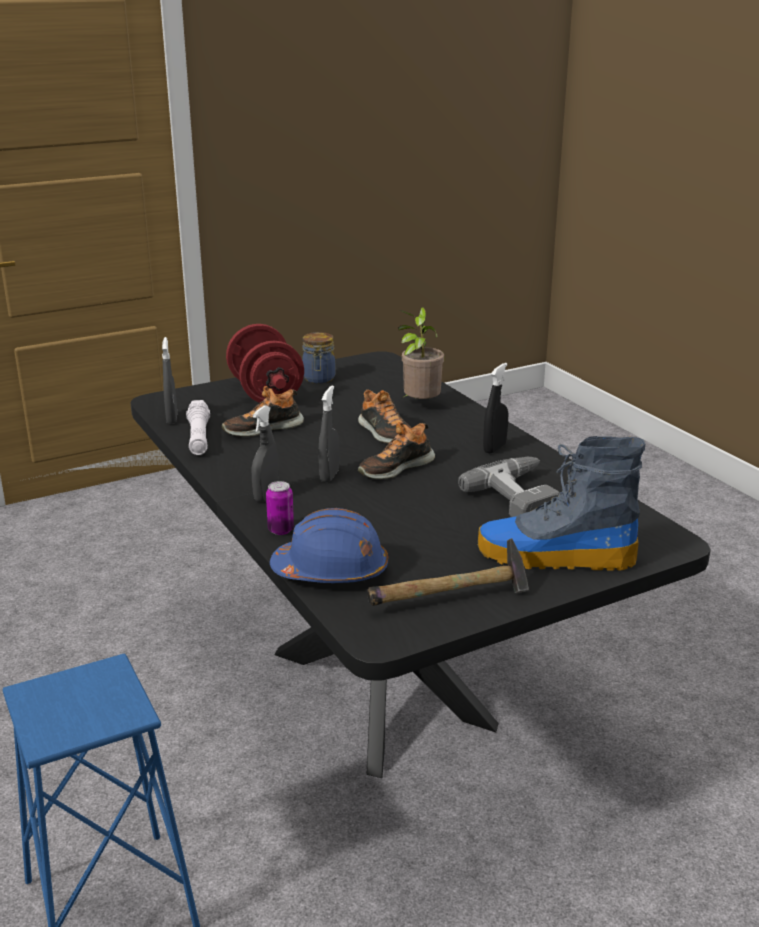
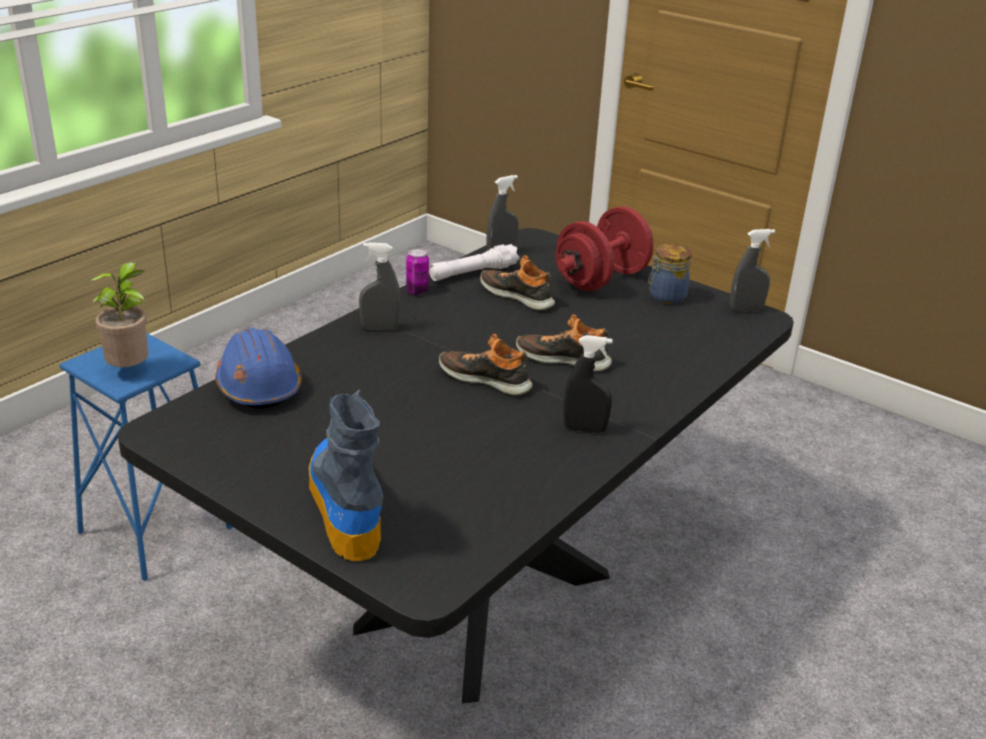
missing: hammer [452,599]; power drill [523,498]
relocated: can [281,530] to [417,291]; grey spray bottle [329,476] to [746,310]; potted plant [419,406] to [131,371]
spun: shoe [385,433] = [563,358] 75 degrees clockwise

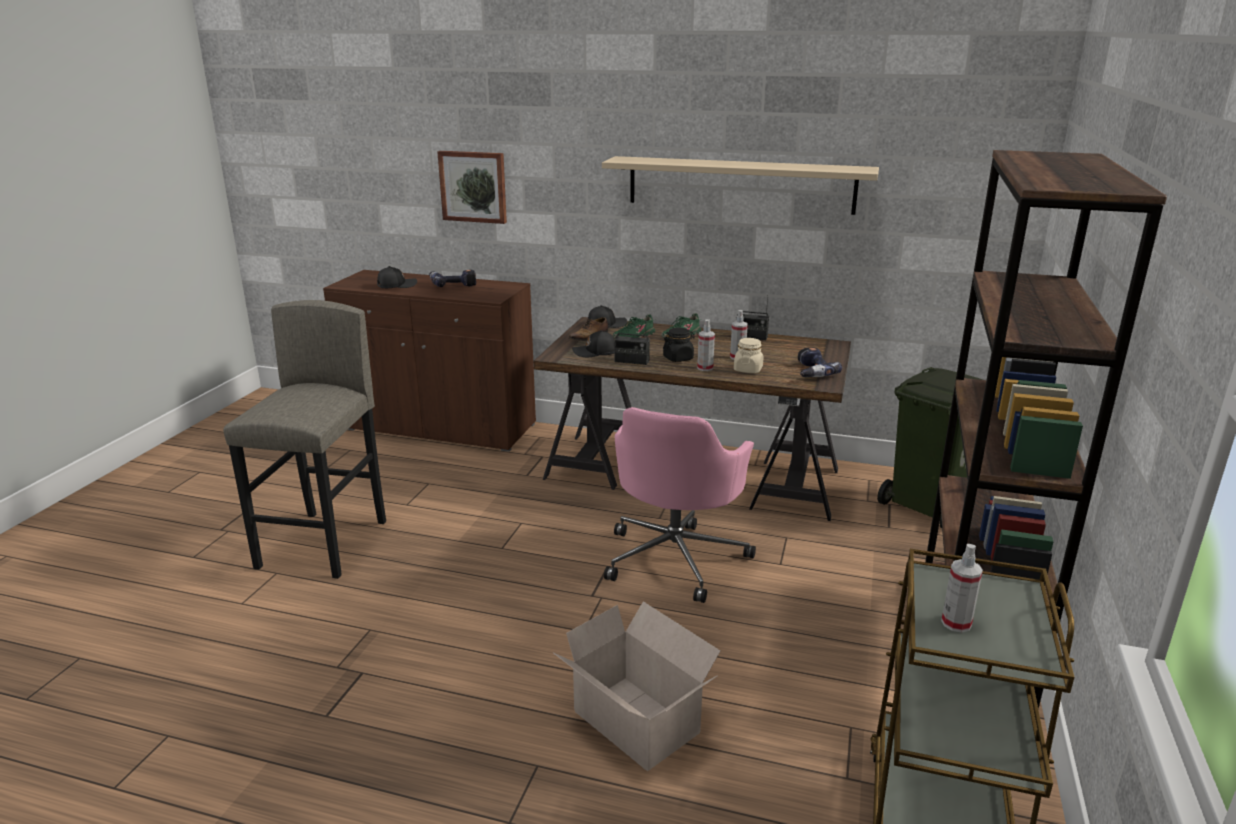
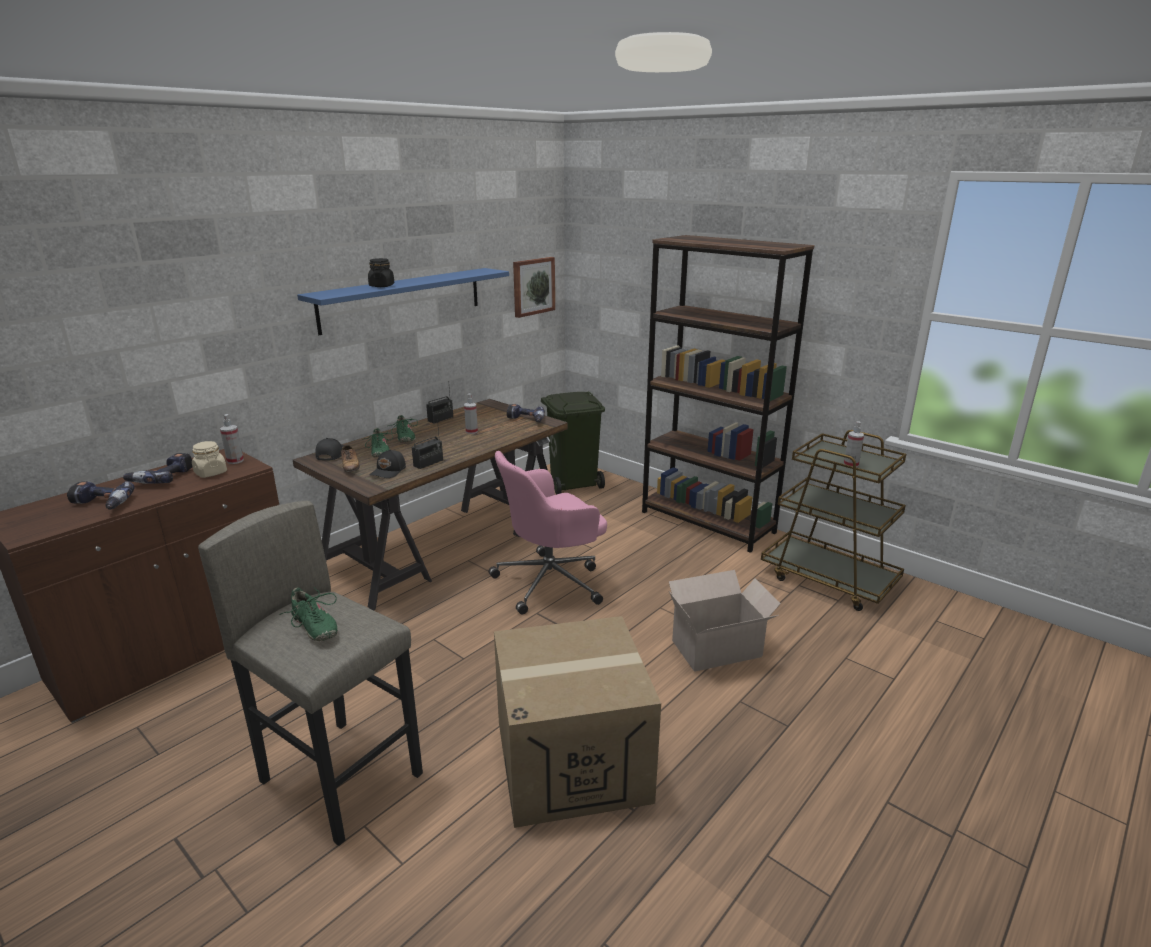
appeared: green shoe [314,627]; cardboard box [572,760]
relocated: picture [473,186] to [533,286]; black jar [678,358] to [381,286]; spray bottle [705,368] to [235,461]; beige jar [748,369] to [210,473]
exchanged: black cap [396,285] to power drill [100,505]
colour: beige shelf [740,185] to blue shelf [402,299]
spun: pink office chair [676,557] = [551,582] 105 degrees clockwise

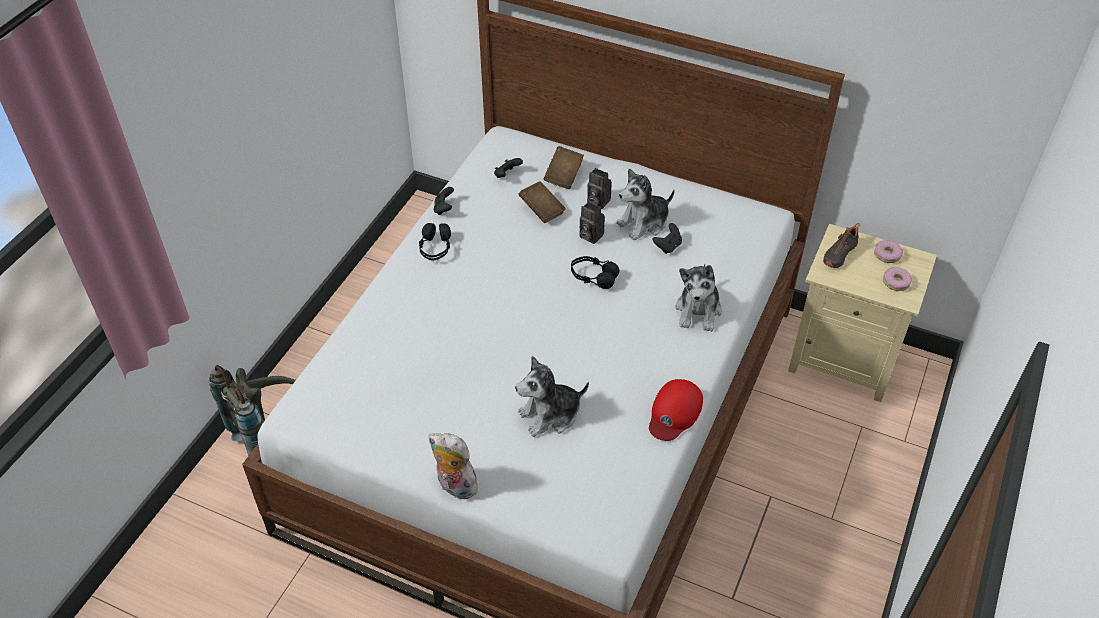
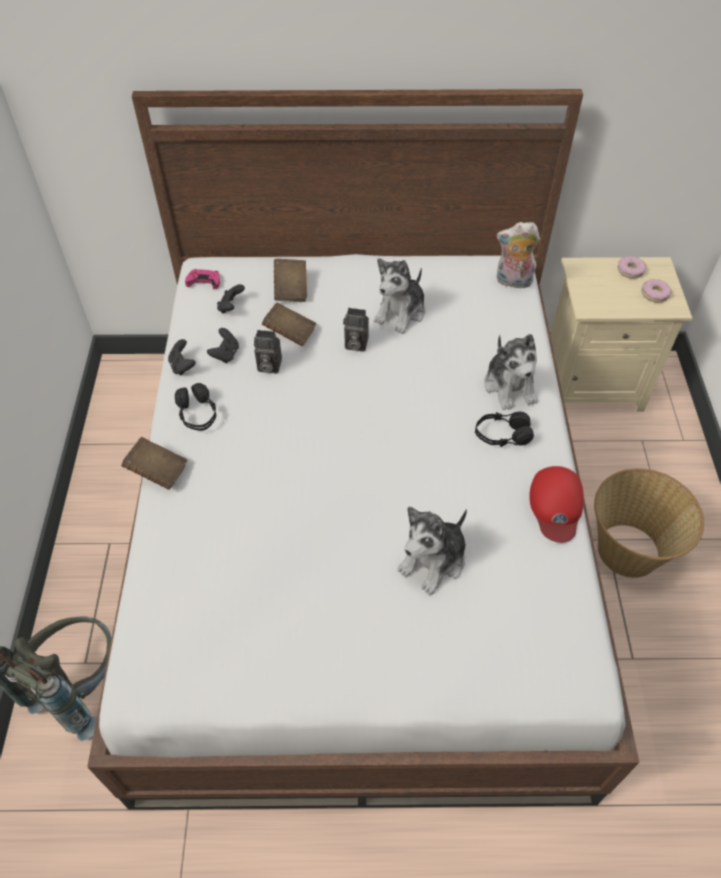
missing: black shoe [838,253]
appeared: brown book [157,472]; pink game controller [204,281]; basket [628,549]
relocated: plush toy [454,486] to [512,282]; black headphones [593,277] to [502,435]; photo camera [597,201] to [268,366]; black game controller [668,246] to [225,354]

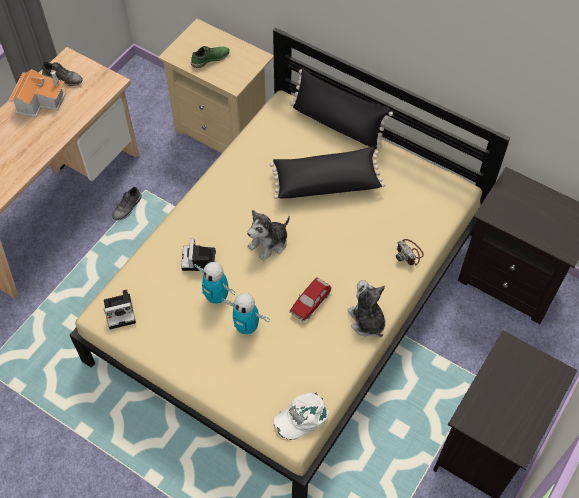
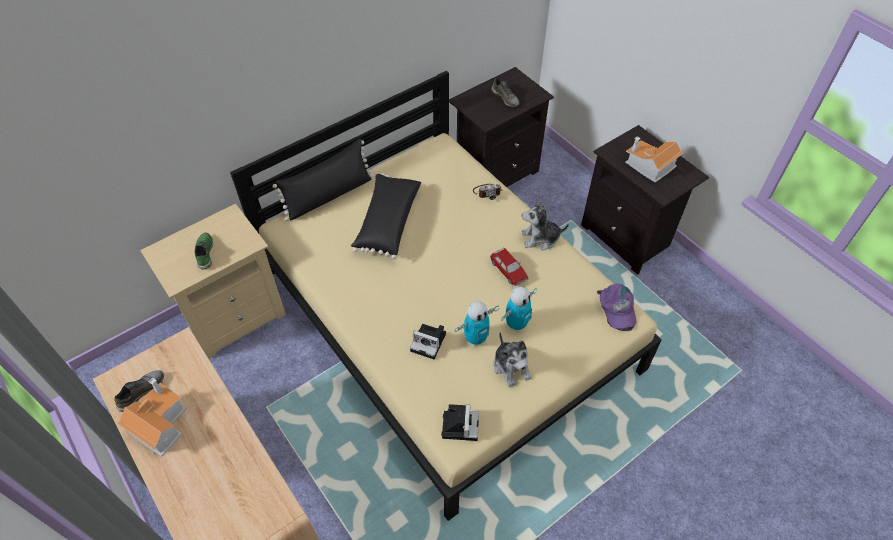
appeared: toy house [649,166]
relocated: grey shoe [128,208] to [505,98]; plush toy [269,243] to [511,366]
colour: white cap [302,417] to purple cap [617,309]

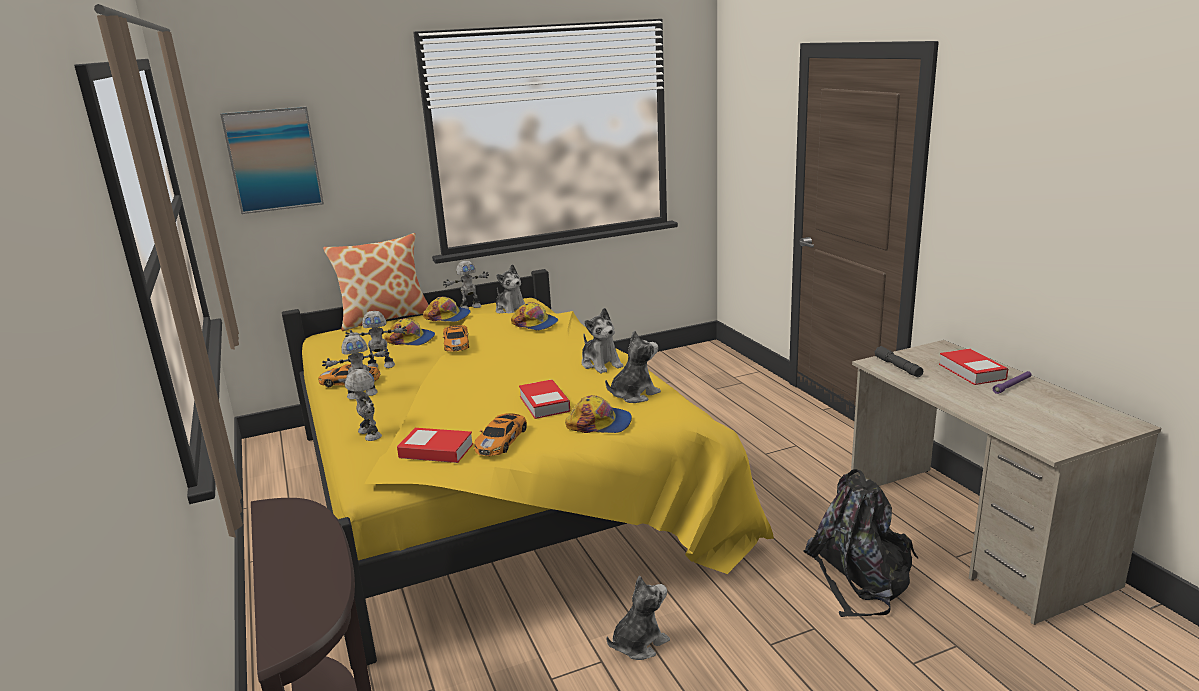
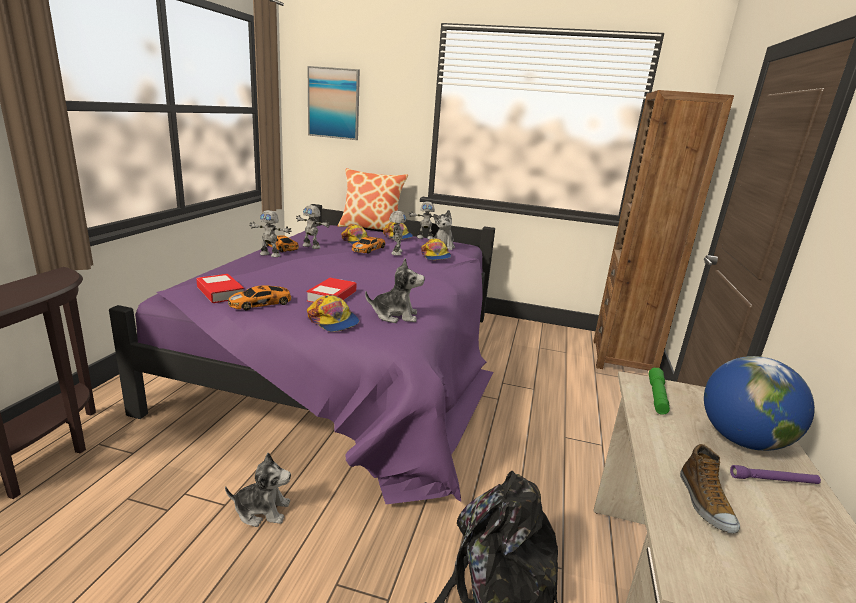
missing: plush toy [601,364]
appeared: brown bookcase [623,358]; shoe [704,503]
relocated: toy robot [368,434] to [396,252]
exchanged: book [971,371] to globe [742,441]
colour: yellow bed [499,488] to purple bed [353,363]; grey flashlight [898,367] to green flashlight [657,396]

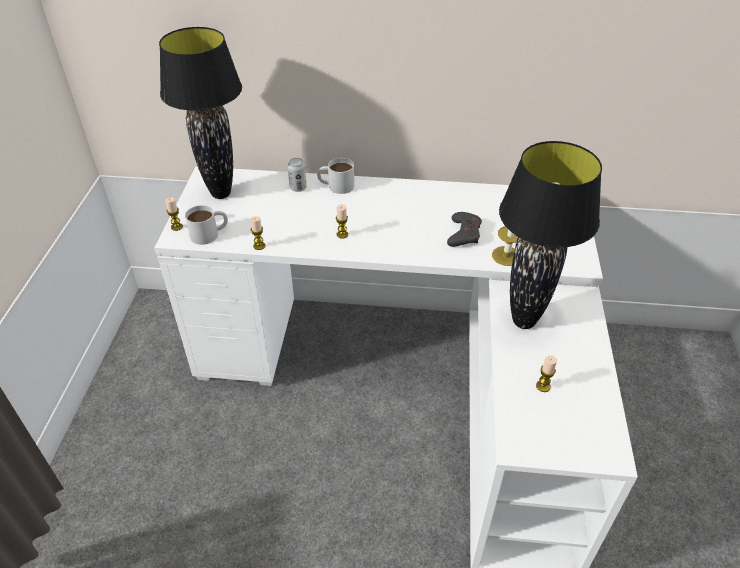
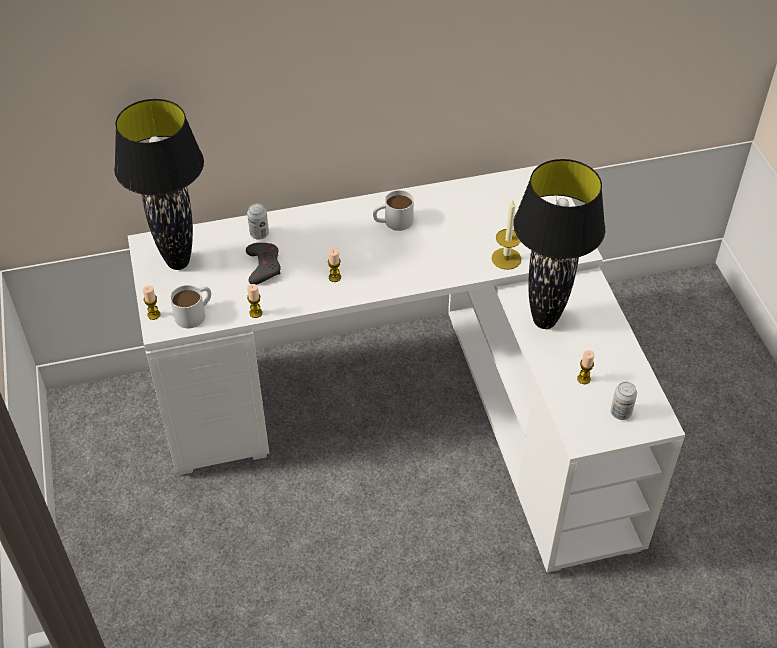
appeared: can [620,413]
relocated: white mug [336,185] to [393,221]; grey game controller [464,233] to [263,266]

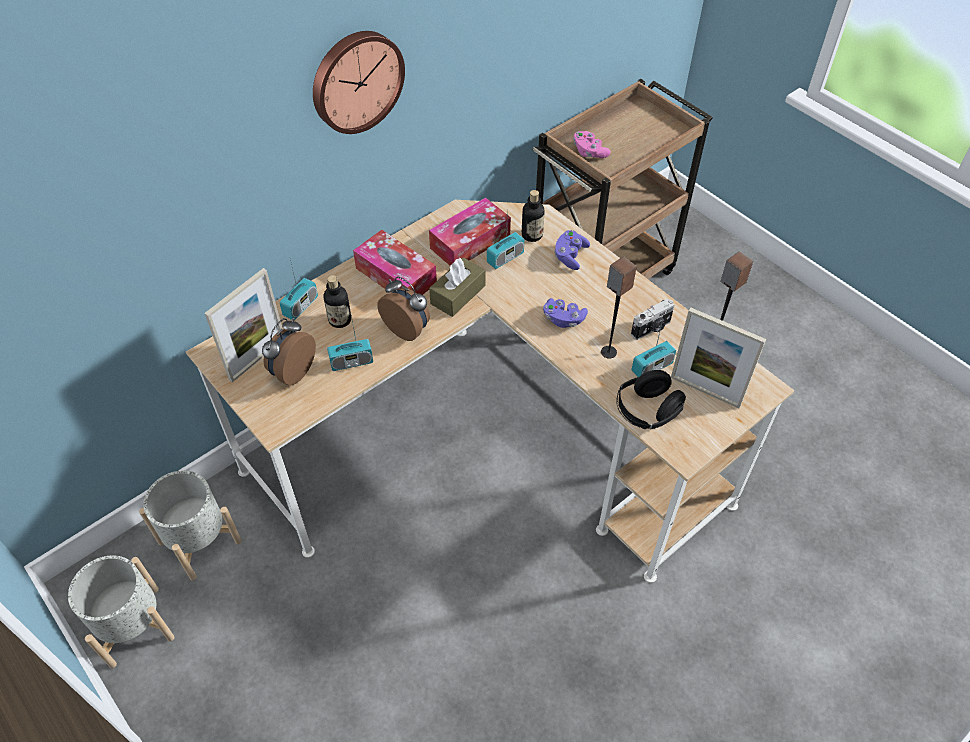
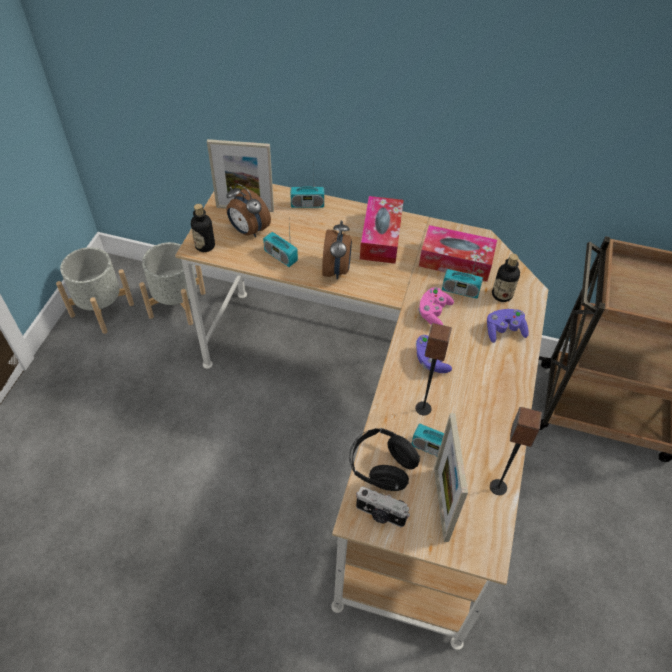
missing: wall clock [356,80]; brown tissue box [458,294]
relocated: bottle [340,320] to [205,246]; pink game controller [589,152] to [433,313]; photo camera [651,329] to [380,514]
spun: alarm clock [292,371] = [248,231] 135 degrees counterclockwise

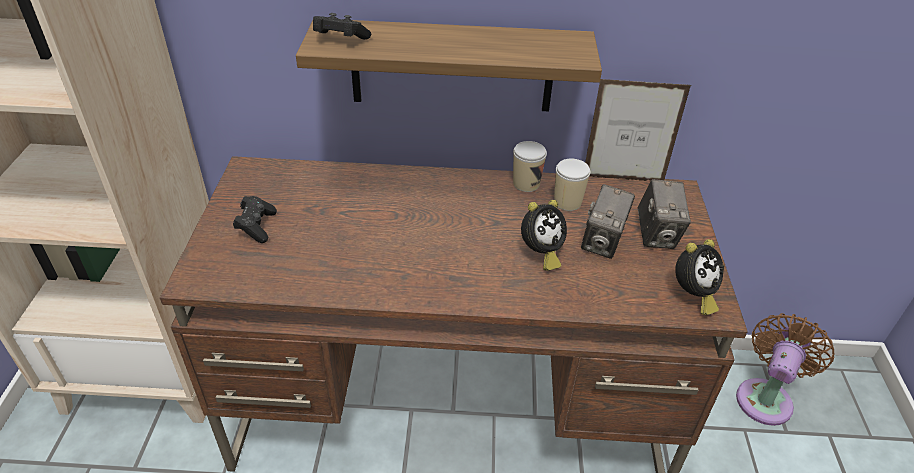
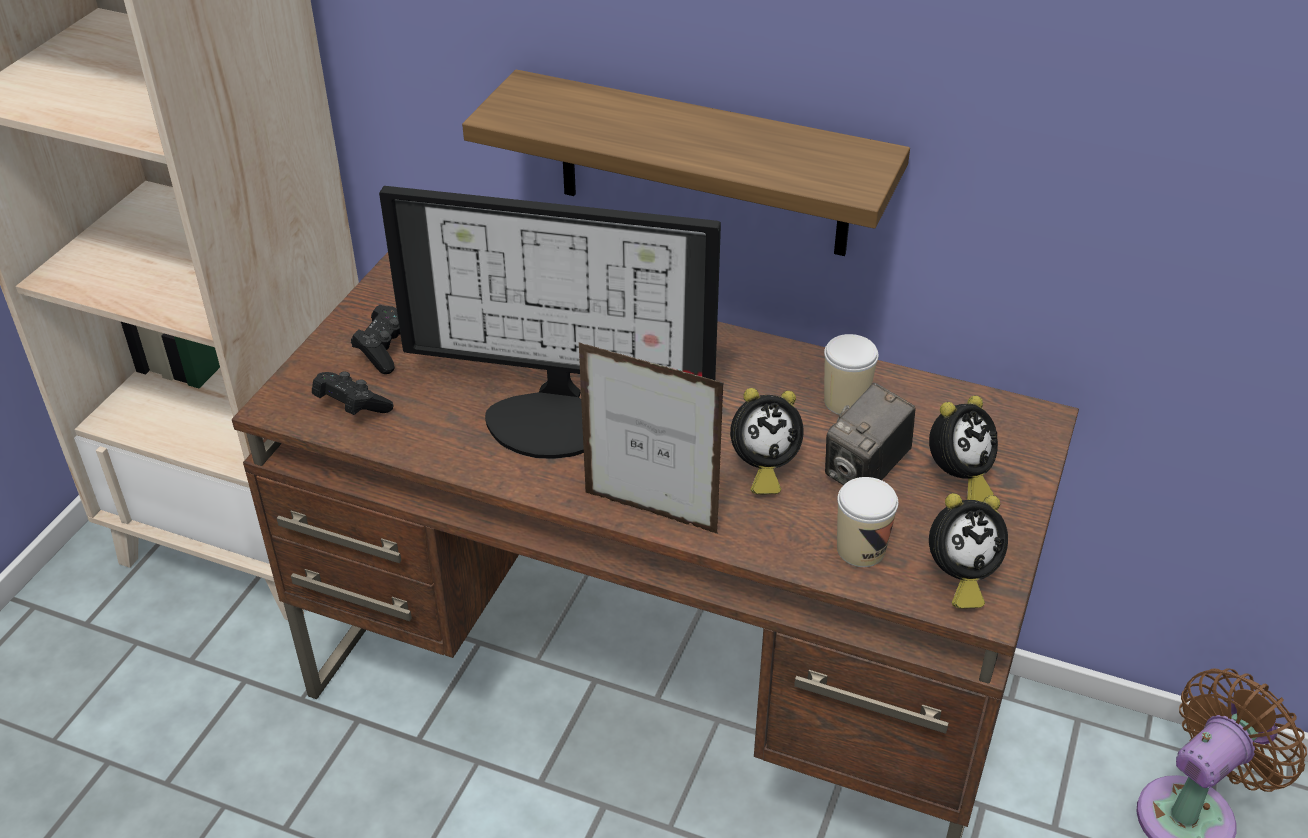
appeared: monitor [554,415]
relocated: black game controller [339,40] to [351,407]; cup [526,184] to [861,549]; picture frame [623,179] to [650,513]
exchanged: photo camera [657,235] to alarm clock [958,479]

